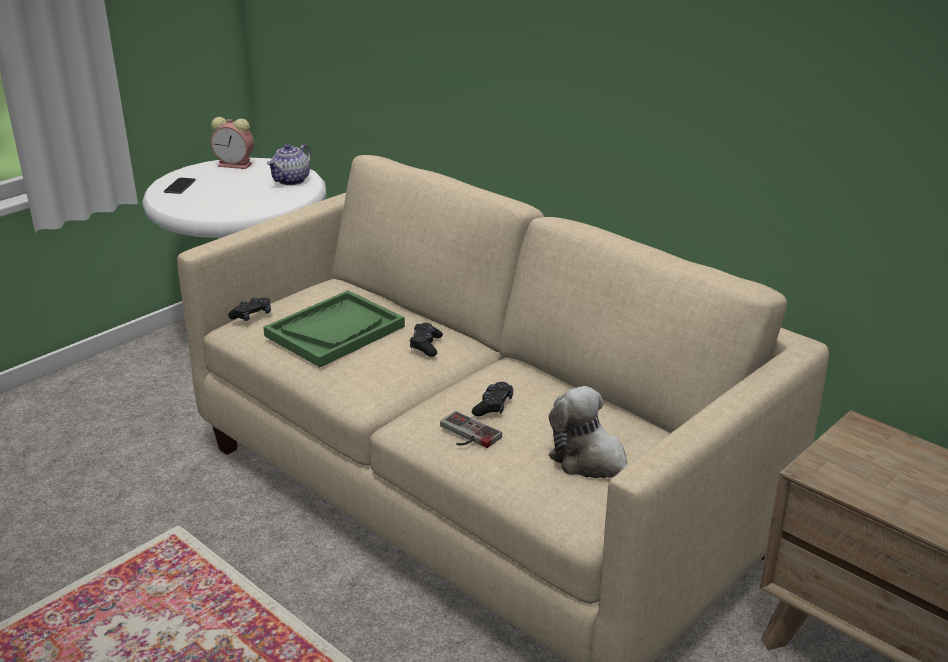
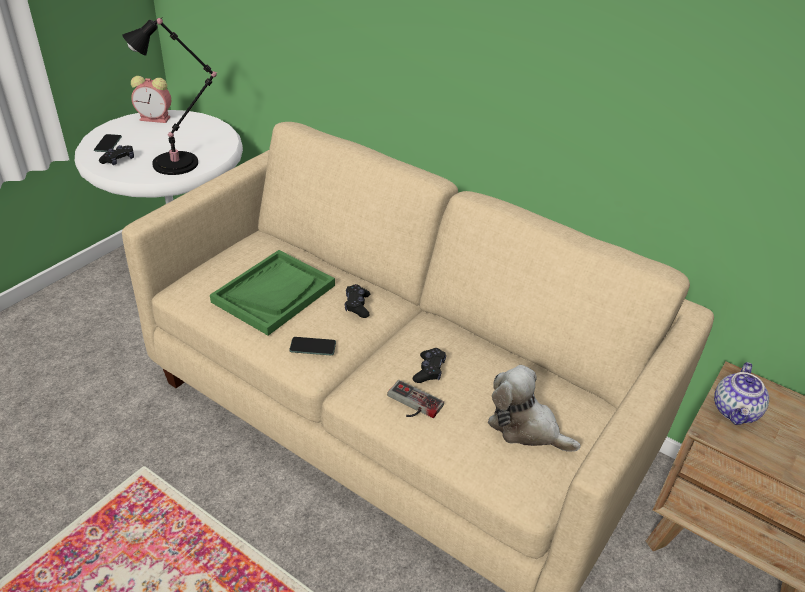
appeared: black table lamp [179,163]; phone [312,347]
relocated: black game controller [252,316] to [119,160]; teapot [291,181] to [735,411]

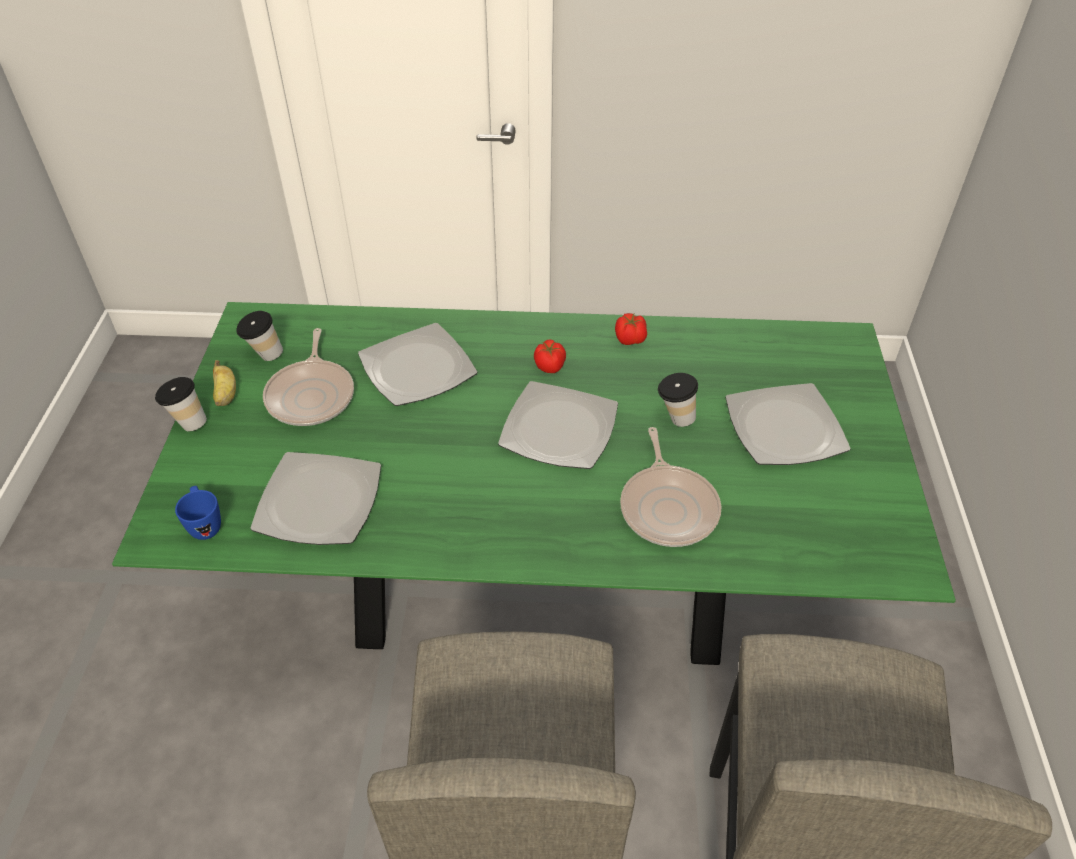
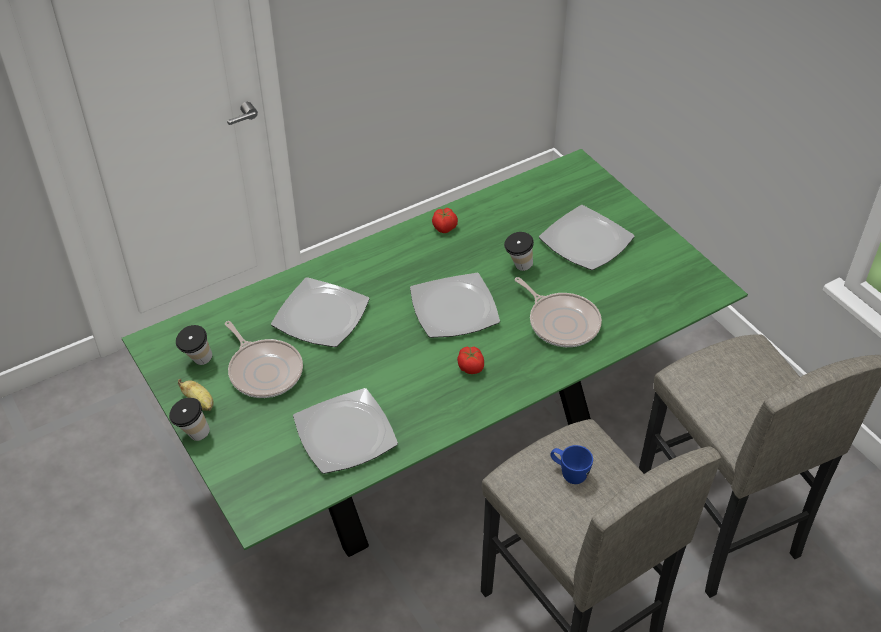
relocated: blue mug [205,525] to [568,474]; tomato [550,366] to [470,367]

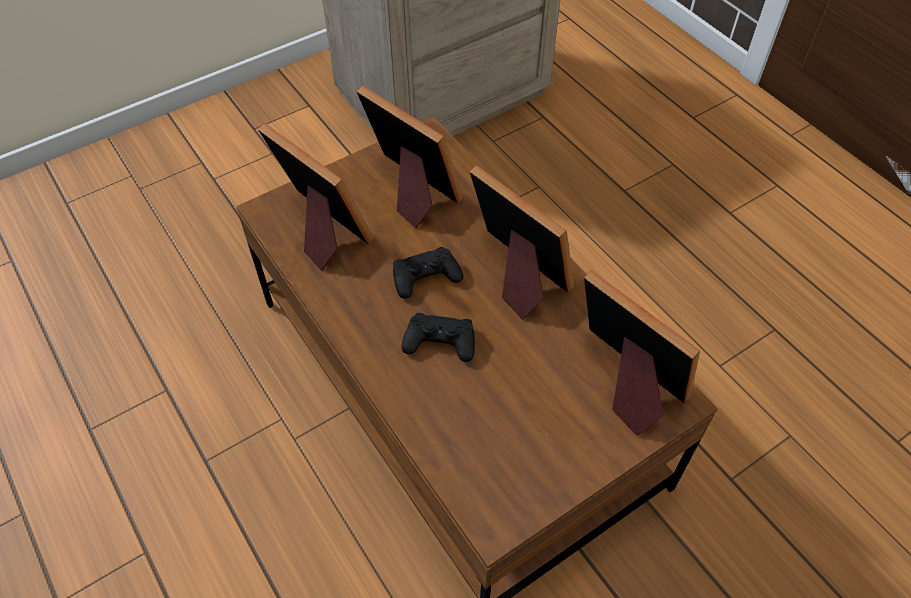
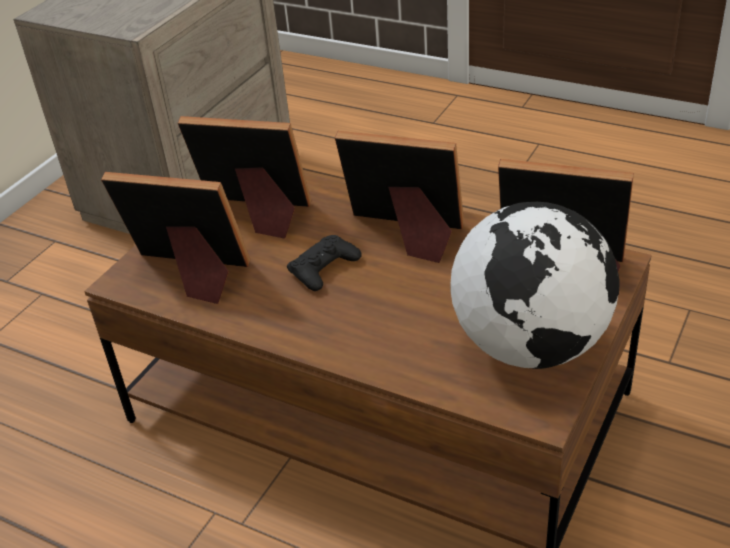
missing: black game controller [440,341]
appeared: globe [530,345]

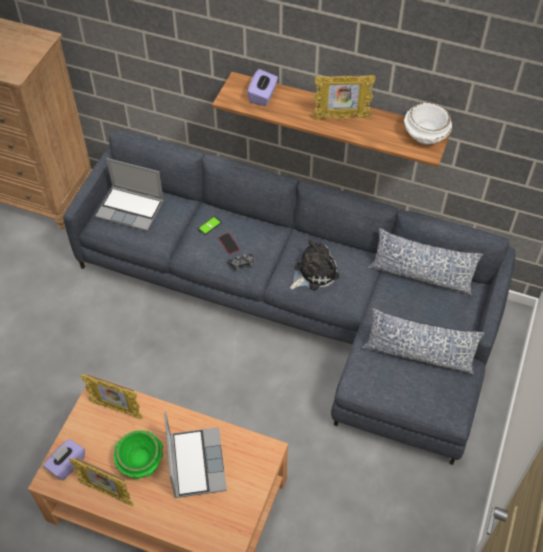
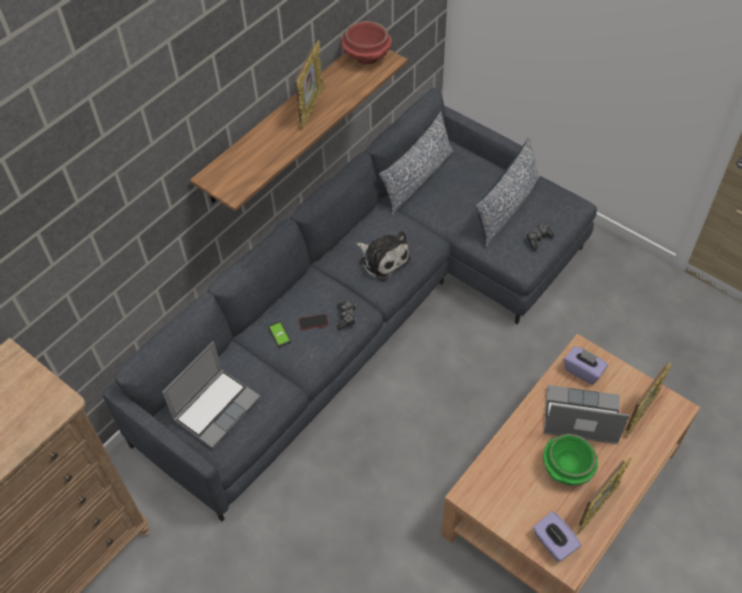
appeared: game controller [538,239]
relocated: picture frame [116,409] to [640,414]; purple tissue box [263,96] to [583,371]
colour: white bowl [425,135] to red bowl [366,56]
spun: plush toy [313,273] = [382,259] 150 degrees clockwise

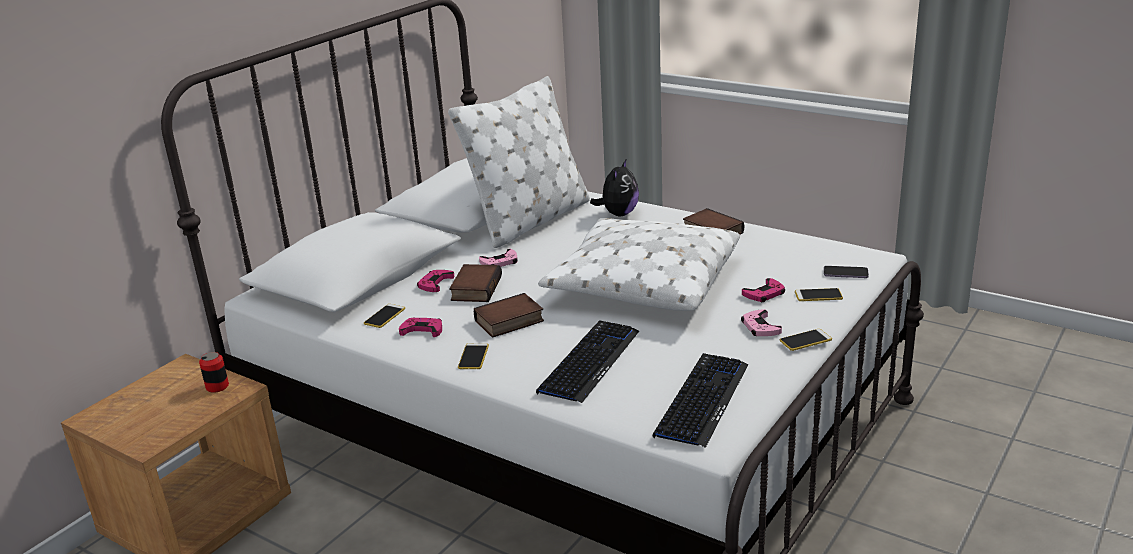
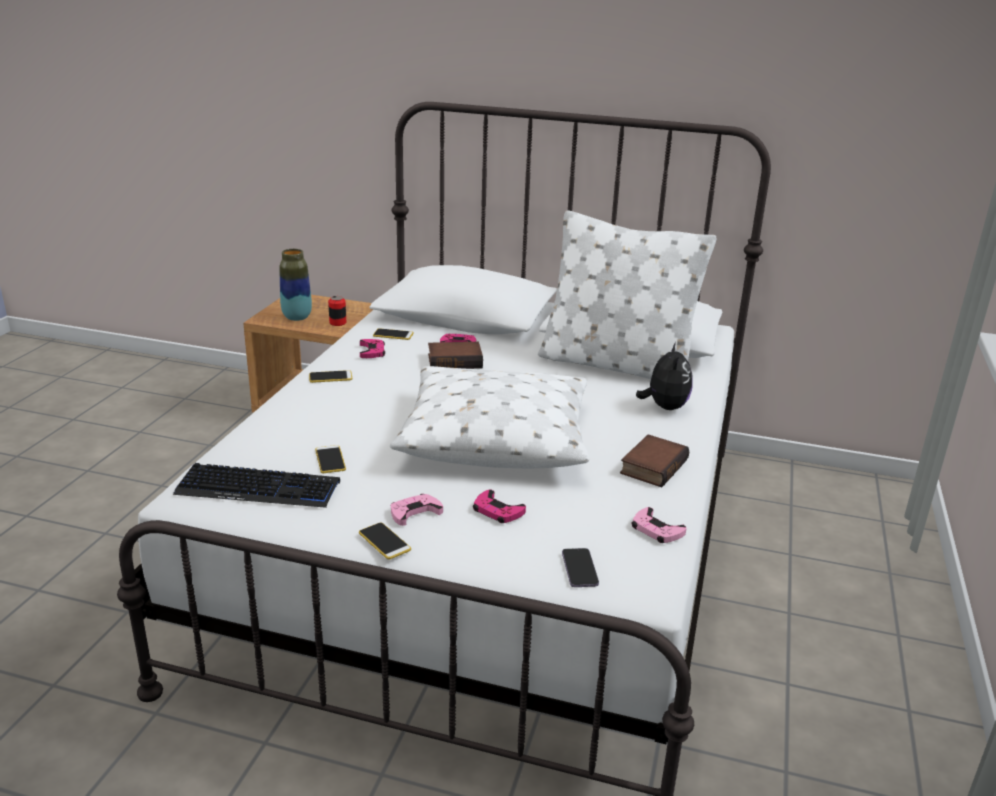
missing: book [509,322]; keyboard [589,362]
appeared: vase [297,317]
relocated: pink game controller [500,262] to [656,530]; phone [818,295] to [330,460]
spun: plush toy [618,214] = [664,407] 90 degrees counterclockwise

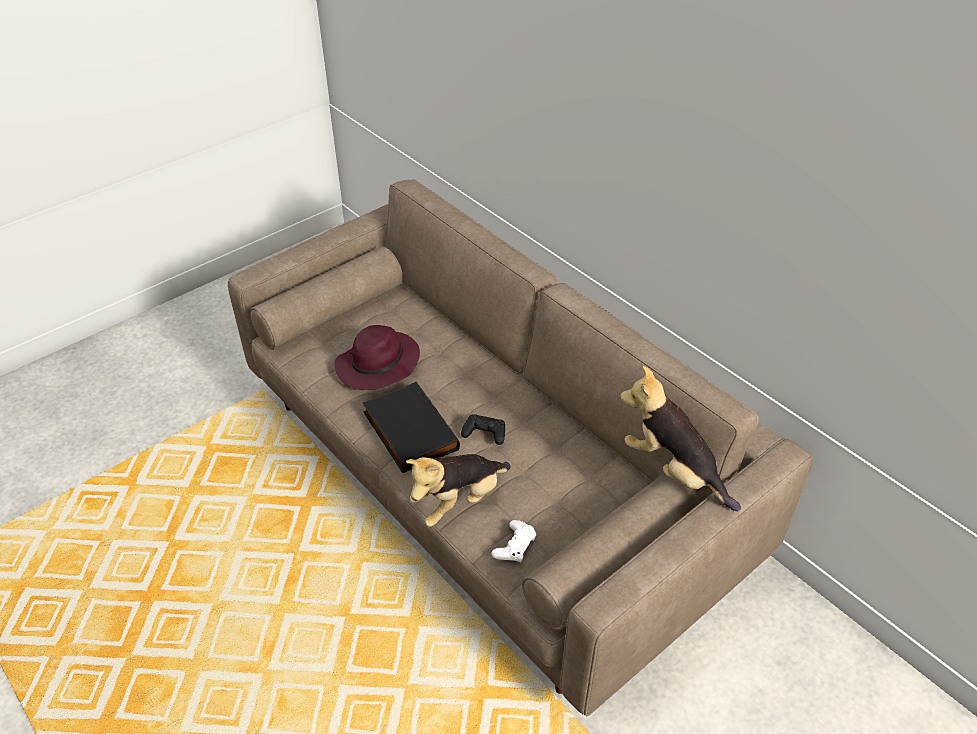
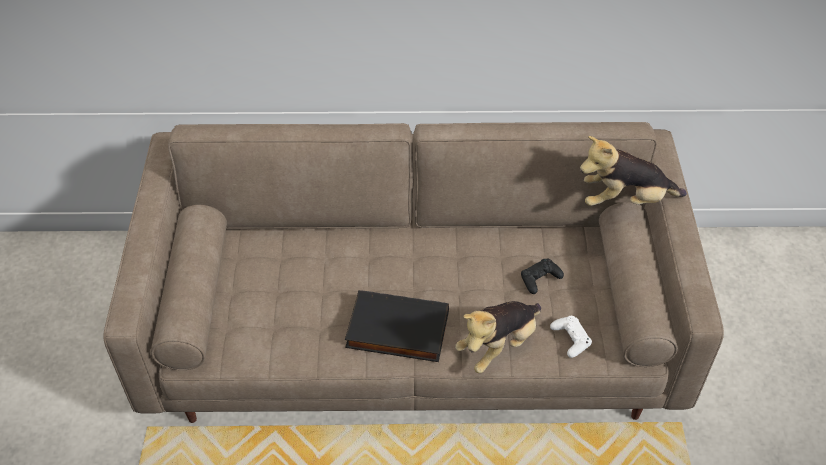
missing: purple hat [377,366]
relocated: black game controller [484,433] to [540,279]
spun: plush toy [458,501] = [498,345] 45 degrees clockwise

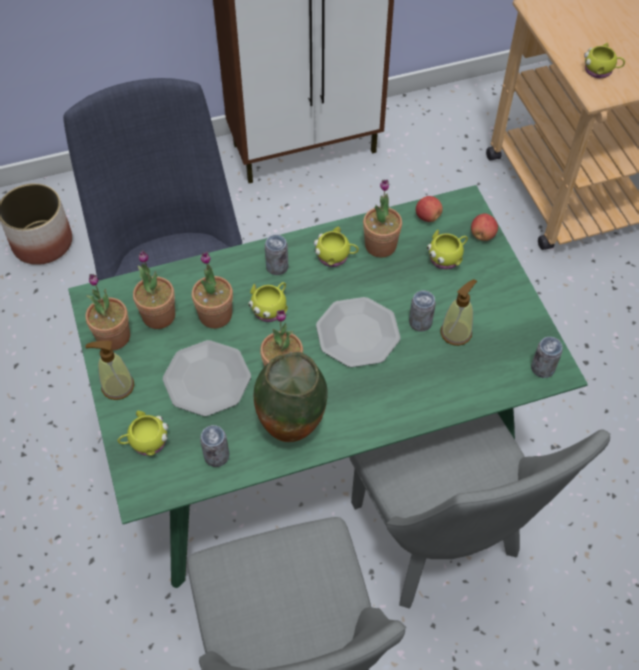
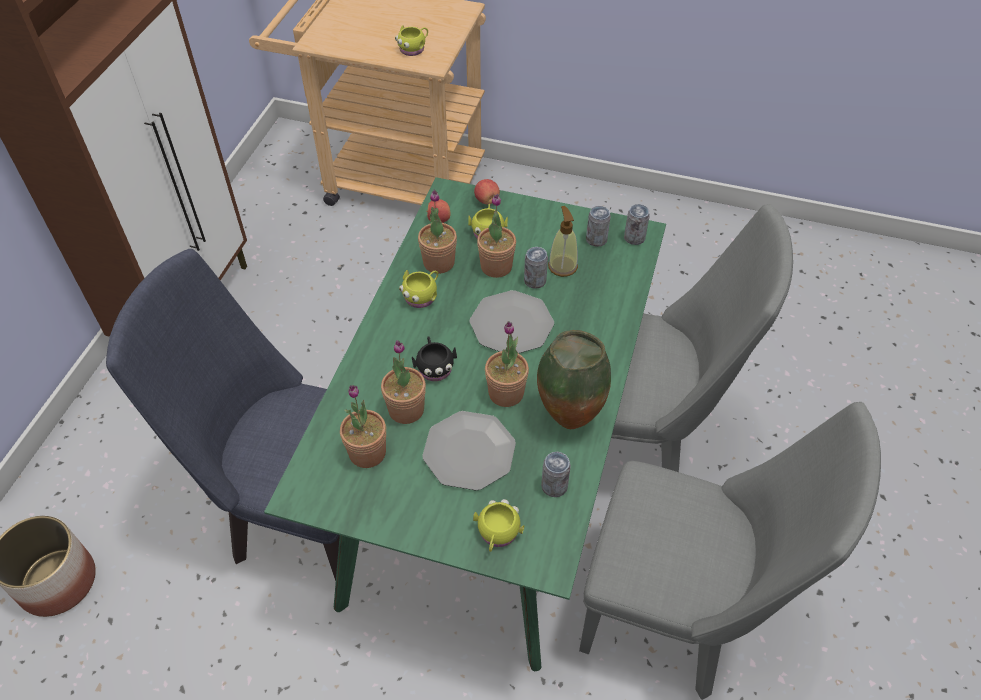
missing: soap dispenser [117,386]
relocated: potted plant [113,337] to [496,266]; can [277,267] to [596,240]
colour: yellow mug [271,308] to black mug [434,366]

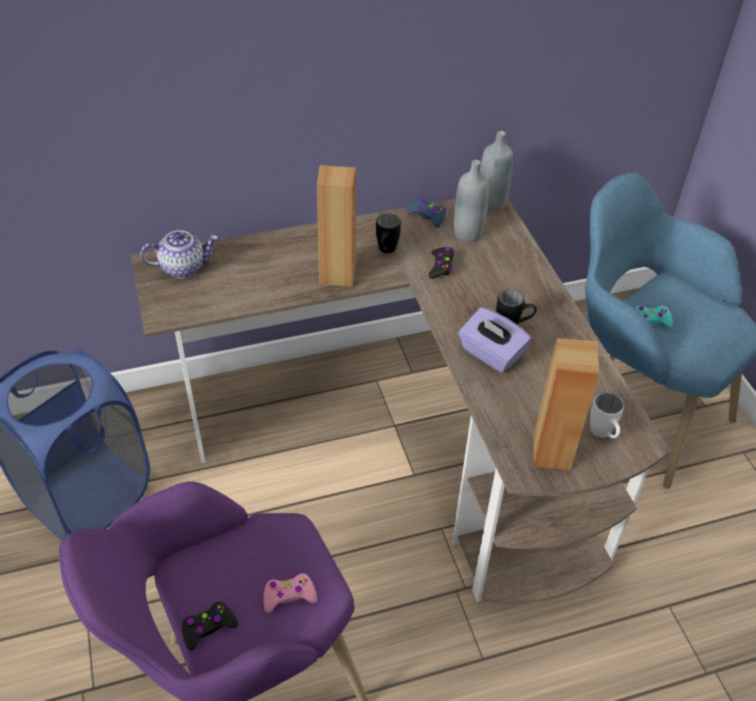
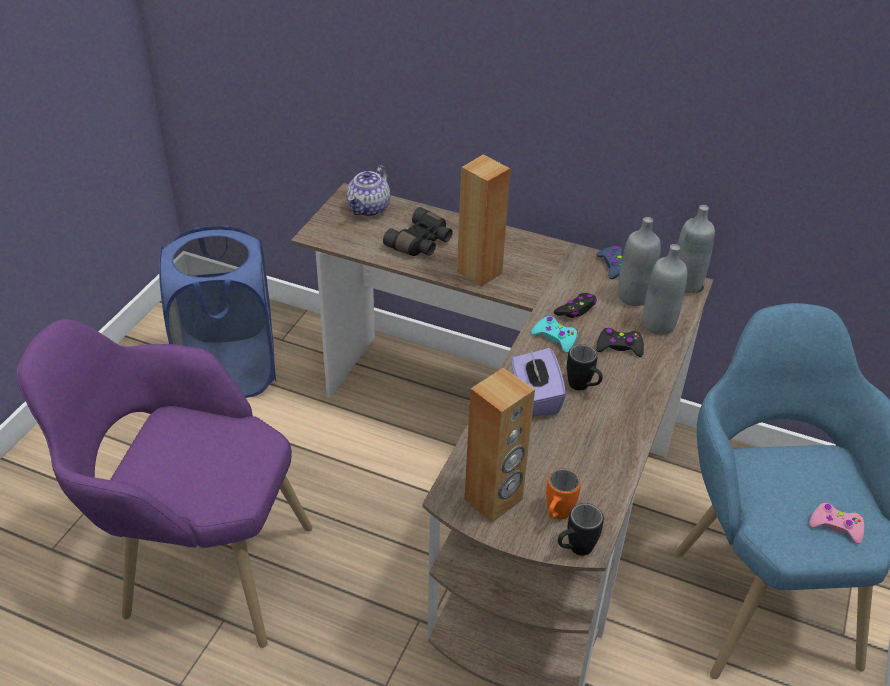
appeared: black binoculars [421,243]; grey bottle [658,325]
relocated: black game controller [208,628] to [619,347]; pink game controller [289,595] to [835,526]; black mug [385,251] to [574,550]; turquoise game controller [649,321] to [555,338]
colour: white mug [603,435] to orange mug [556,516]
spun: teapot [183,267] = [369,209] 90 degrees clockwise

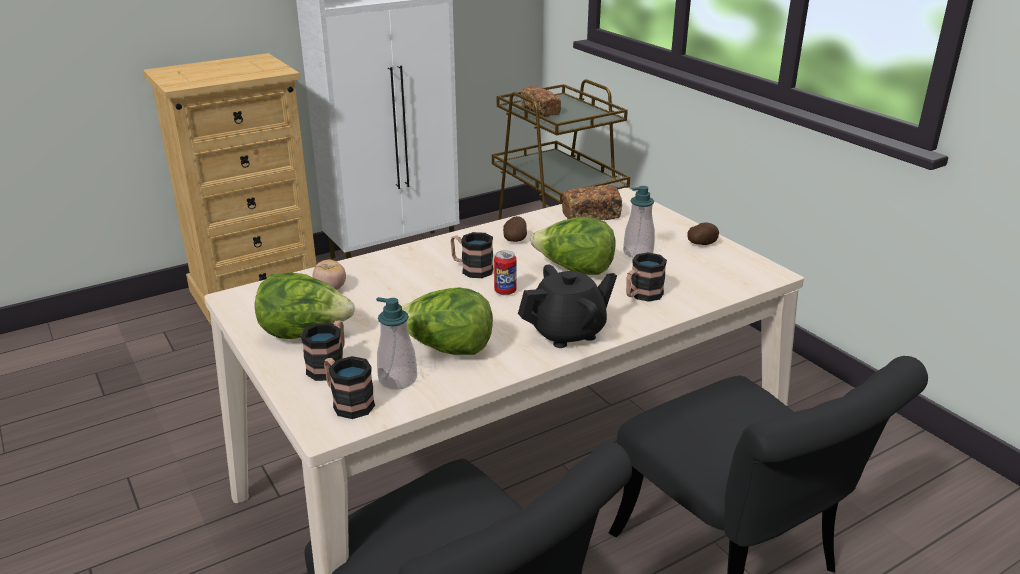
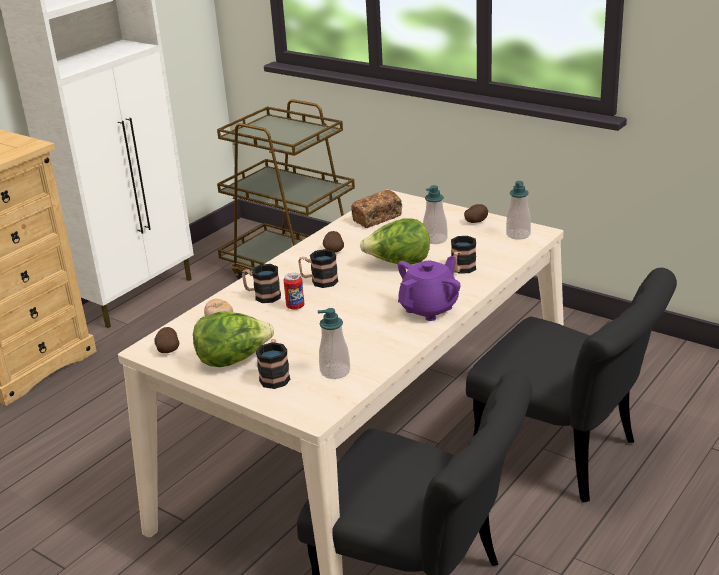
missing: lettuce [447,349]; bread [540,111]
appeared: potato [168,349]; soap dispenser [518,235]
relocated: mug [348,402] to [262,296]; can [505,291] to [295,306]
colour: black teapot [567,332] to purple teapot [429,309]

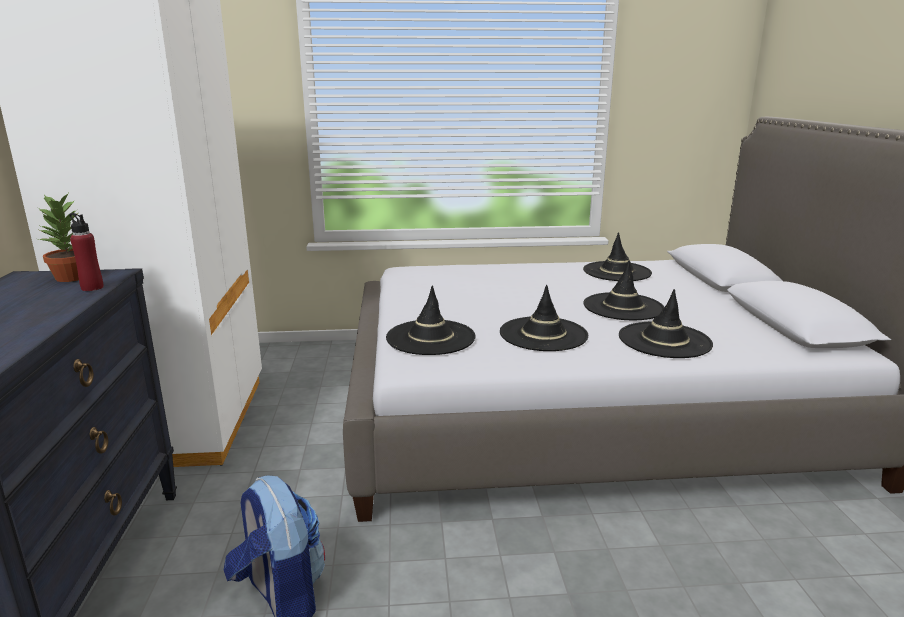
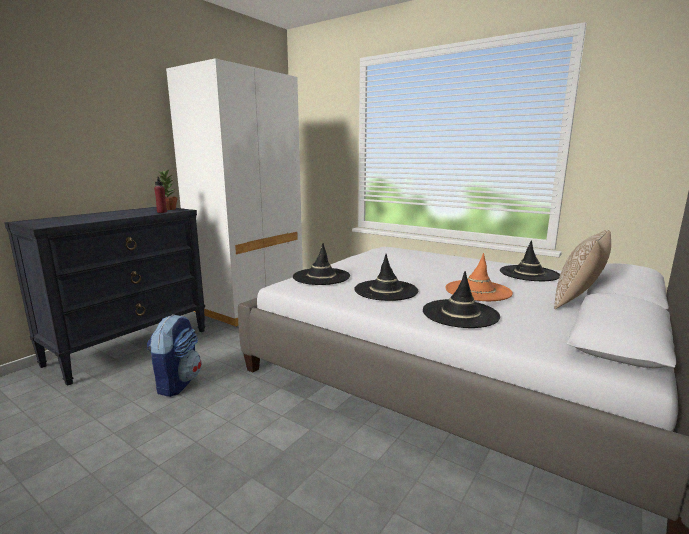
appeared: pillow [578,301]
colour: black hat [623,307] to orange hat [478,291]

